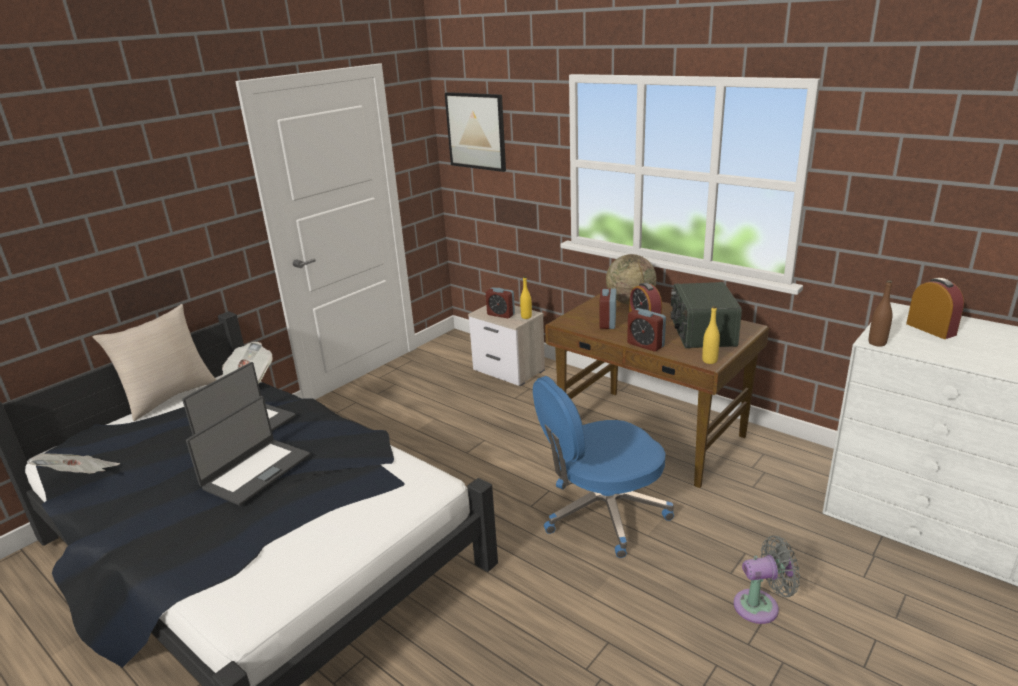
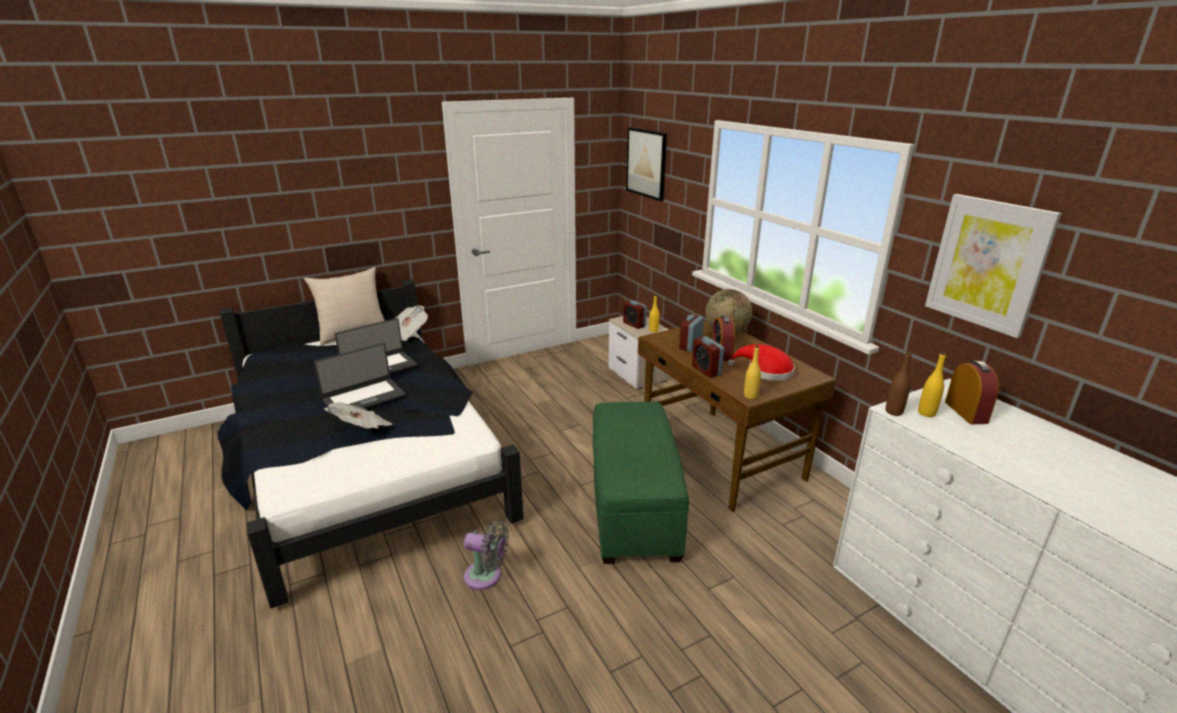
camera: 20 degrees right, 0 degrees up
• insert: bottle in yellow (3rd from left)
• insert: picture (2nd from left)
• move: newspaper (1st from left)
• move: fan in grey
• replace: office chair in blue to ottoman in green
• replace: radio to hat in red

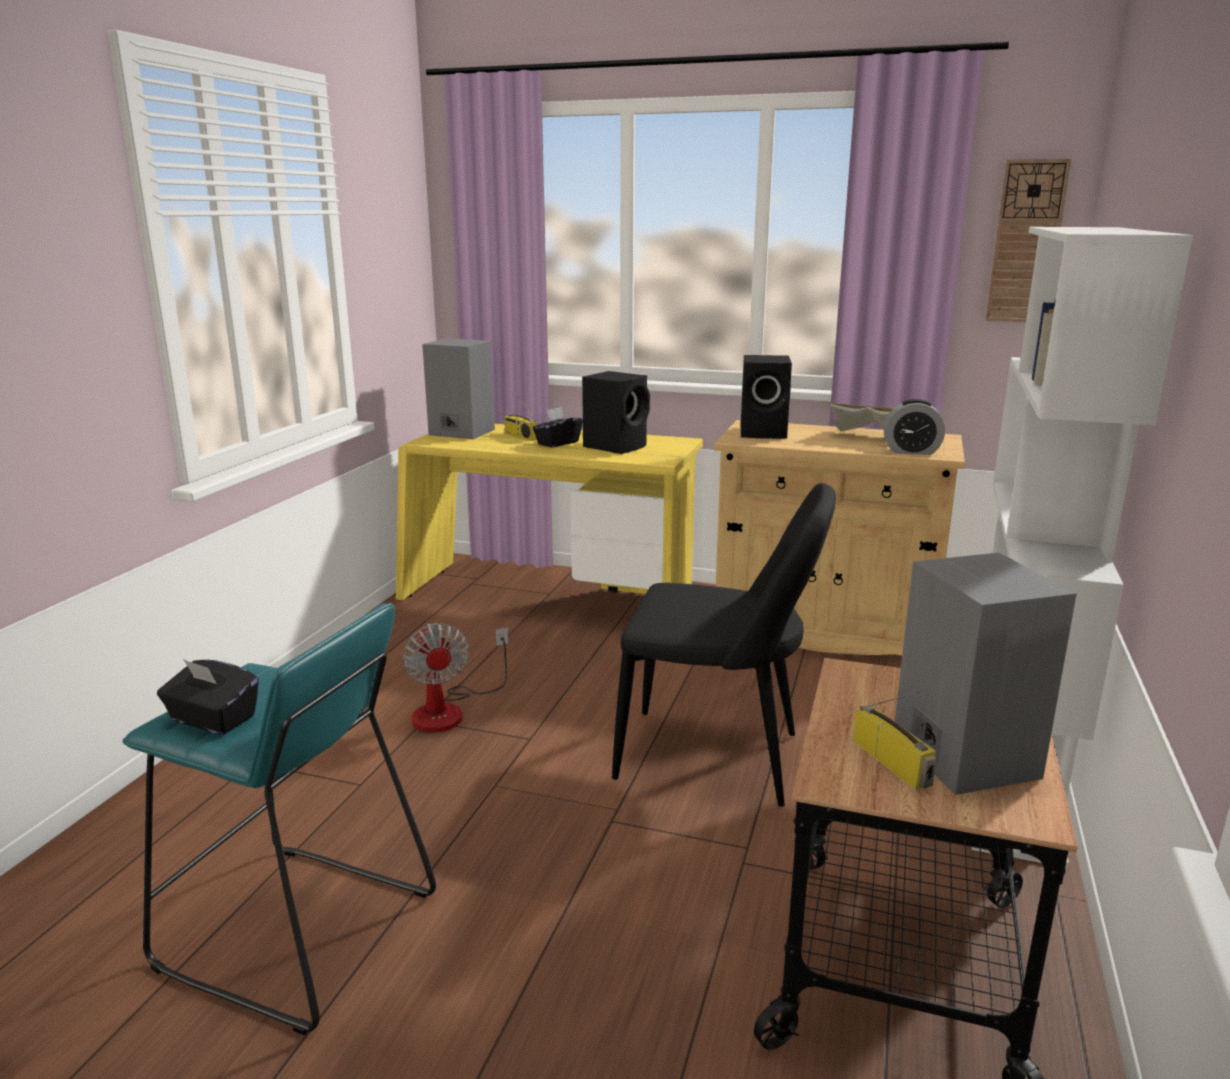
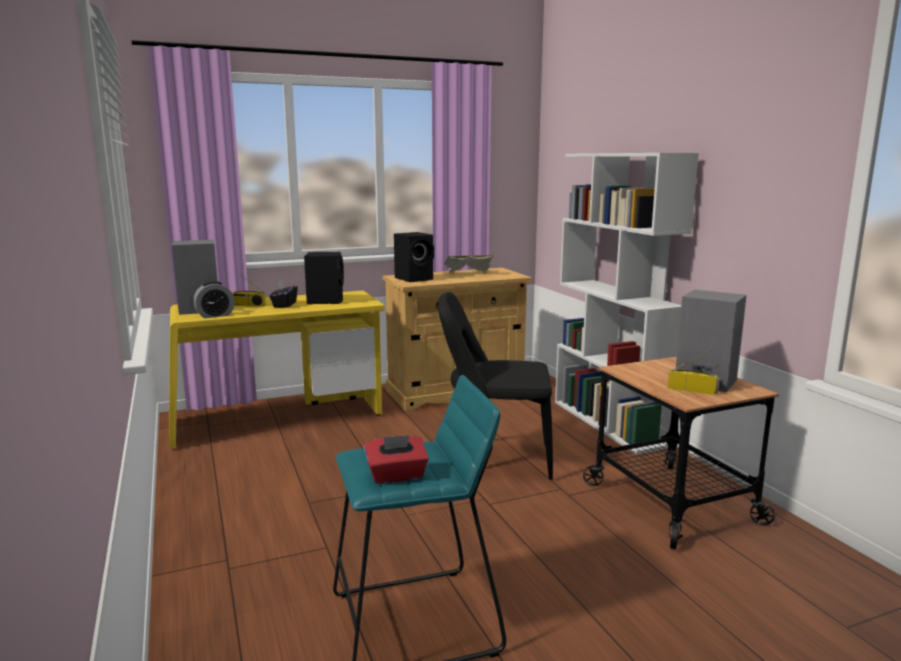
camera: 40 degrees left, 5 degrees down
• delete: fan
• delete: wall clock
• move: alarm clock
• recolor: tissue box in black (1st from left) to tissue box in red
• rotate: chair in black 150 degrees counterclockwise

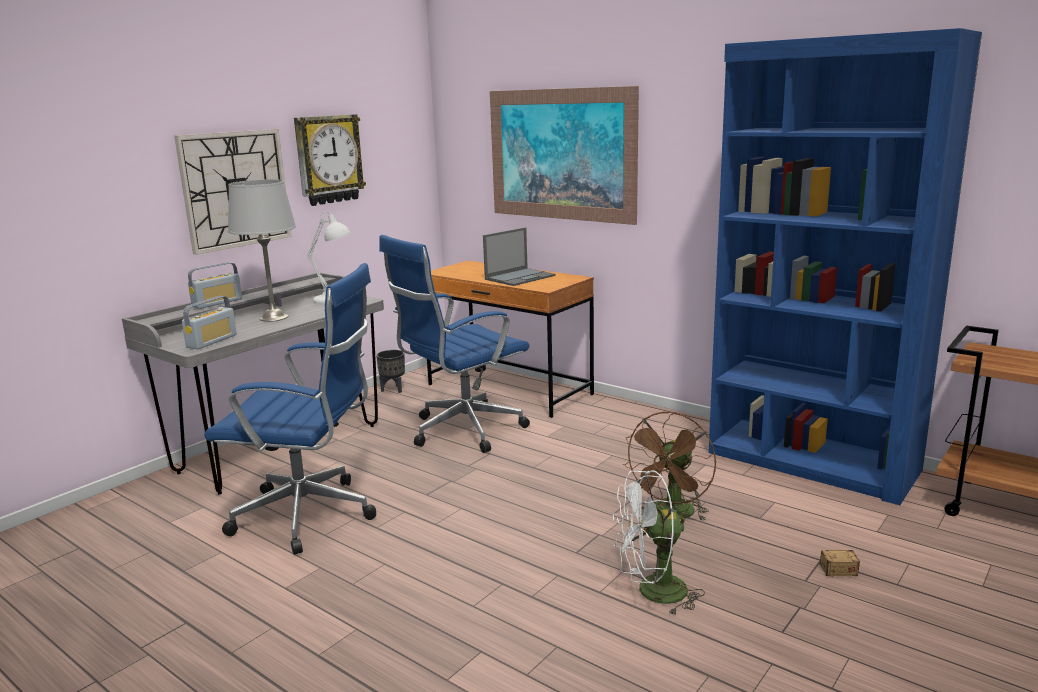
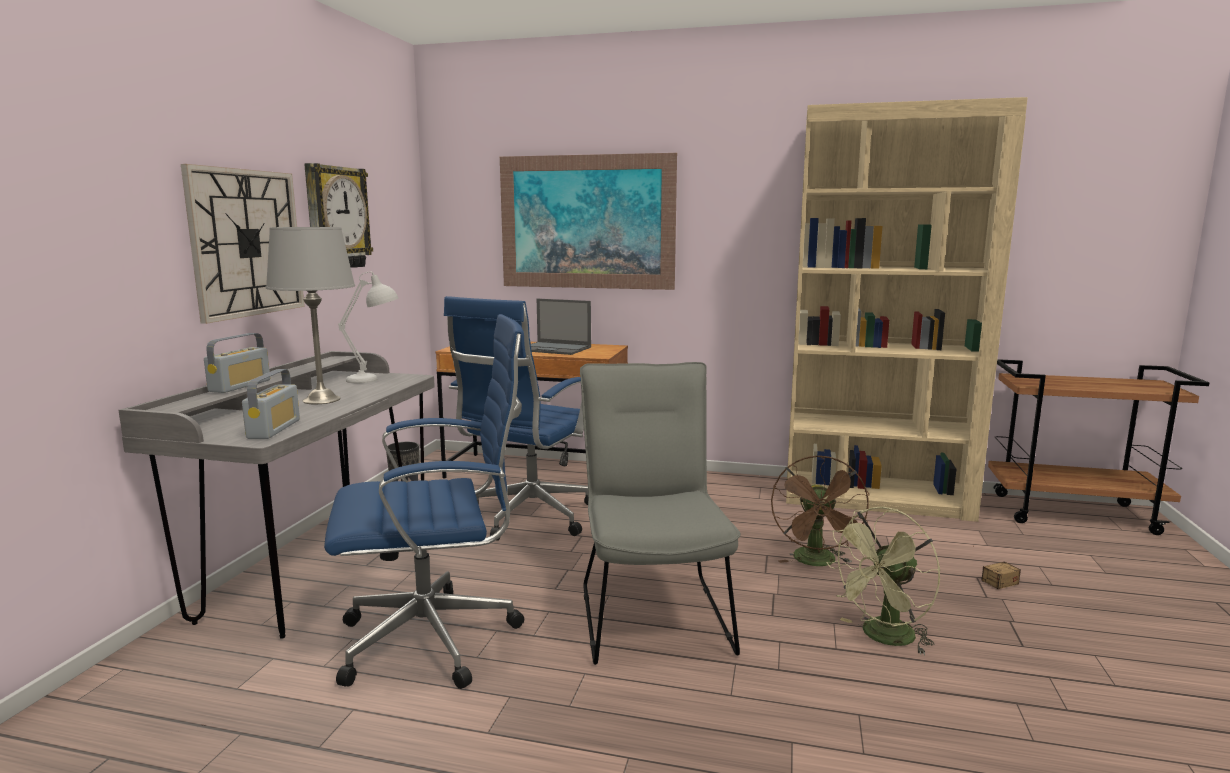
camera: 25 degrees left, 5 degrees down
• insert: chair in grey
• recolor: fan in white to fan in green
• recolor: bookcase in blue to bookcase in beige
• rotate: laptop 90 degrees clockwise

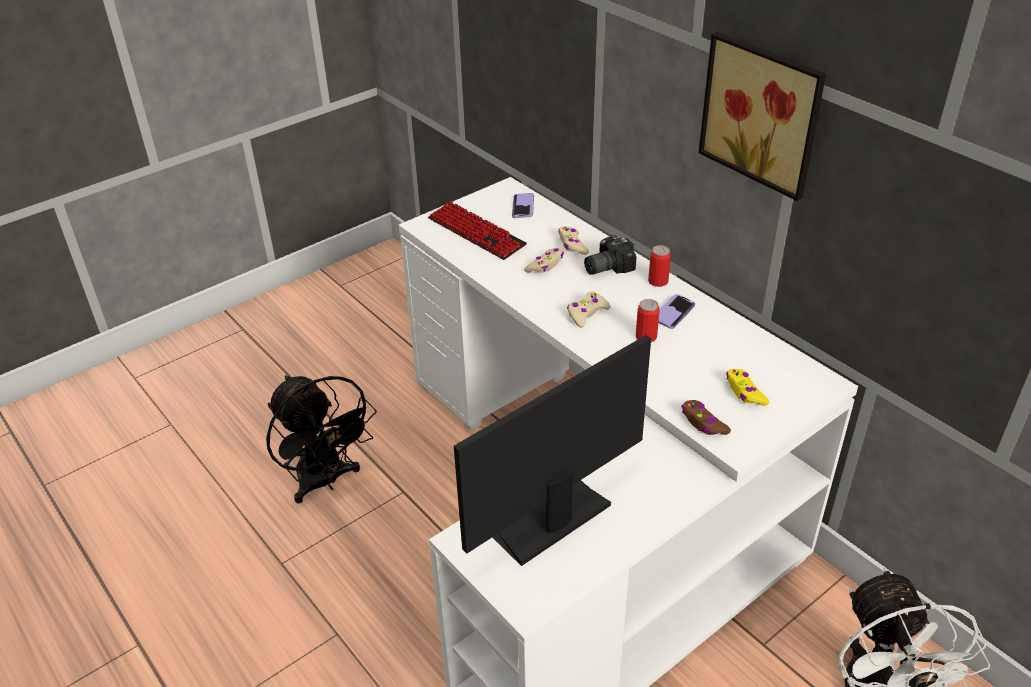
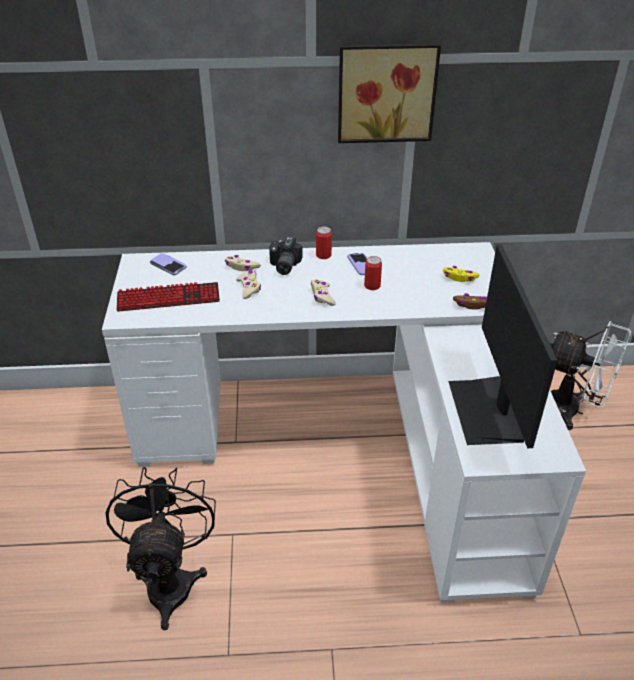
camera: 55 degrees left, 0 degrees up
• rotate: fan in black 90 degrees counterclockwise

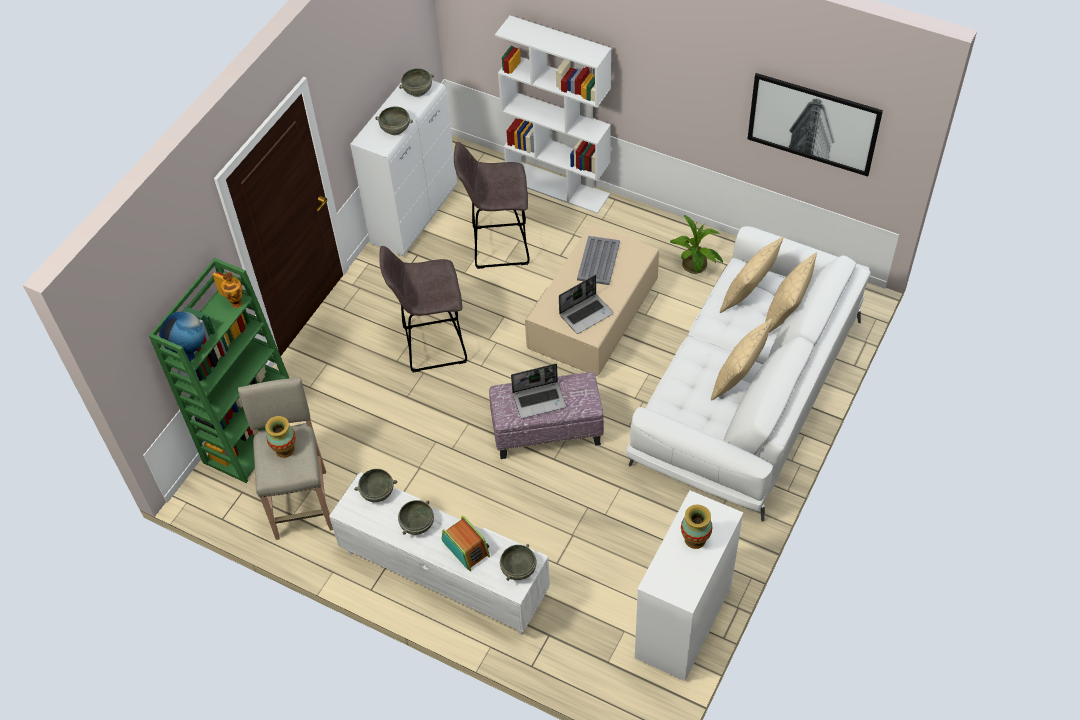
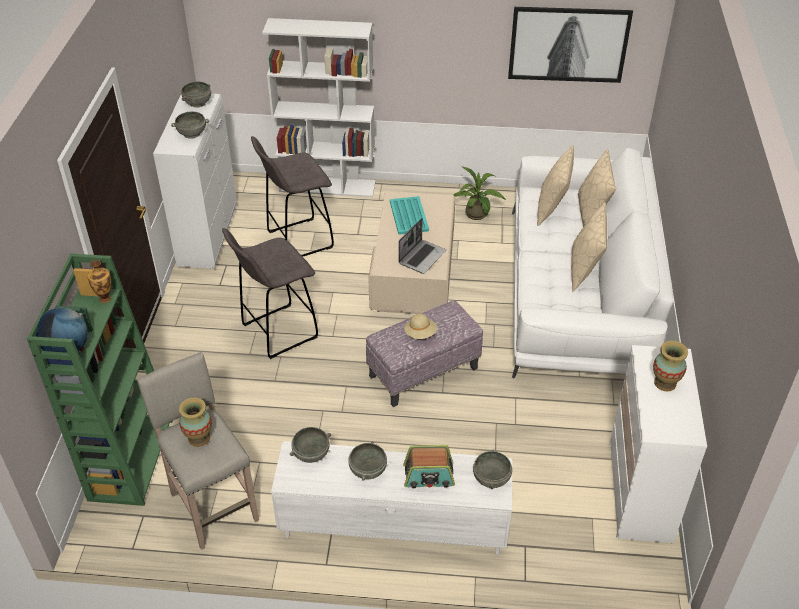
camera: 25 degrees left, 10 degrees down
• replace: laptop (1st from left) to hat in beige
• recolor: tray in grey to tray in turquoise
• rotate: radio 150 degrees clockwise

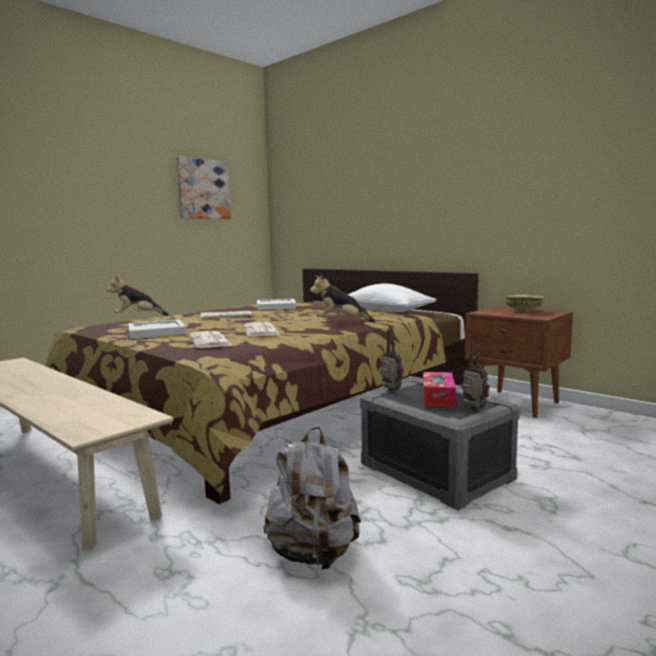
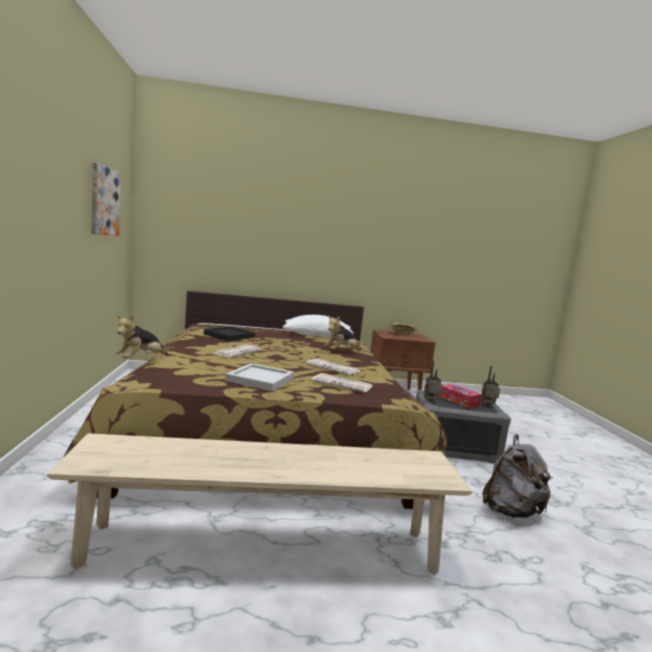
camera: 50 degrees left, 0 degrees up
• recolor: tray in white (2nd from left) to tray in black

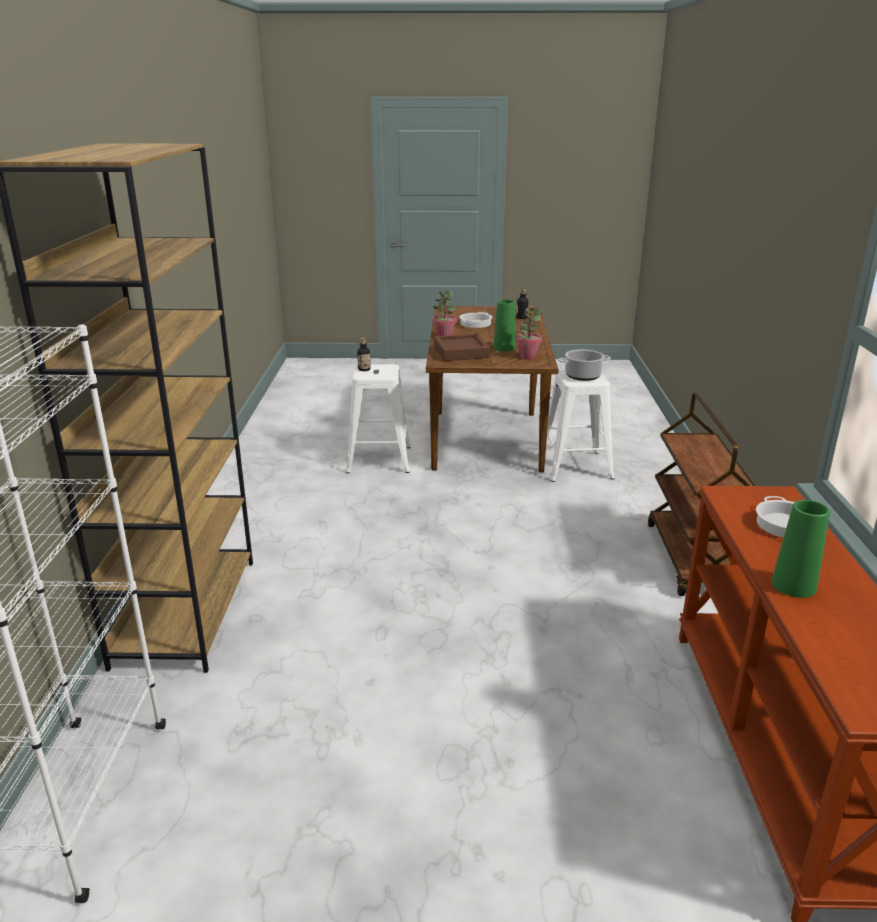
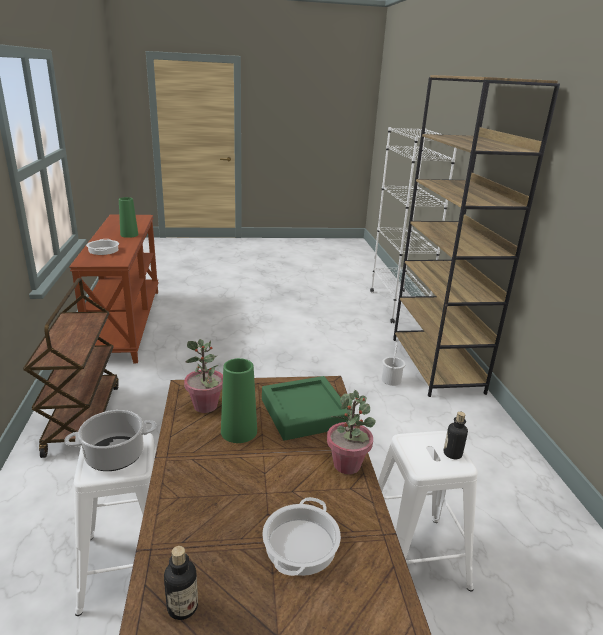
camera: 170 degrees right, 0 degrees up
• insert: bucket in white
• recolor: tray in brown to tray in green

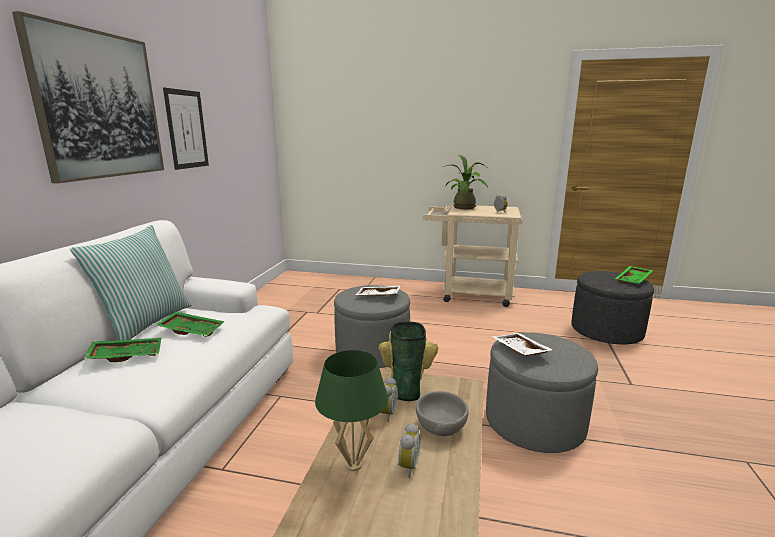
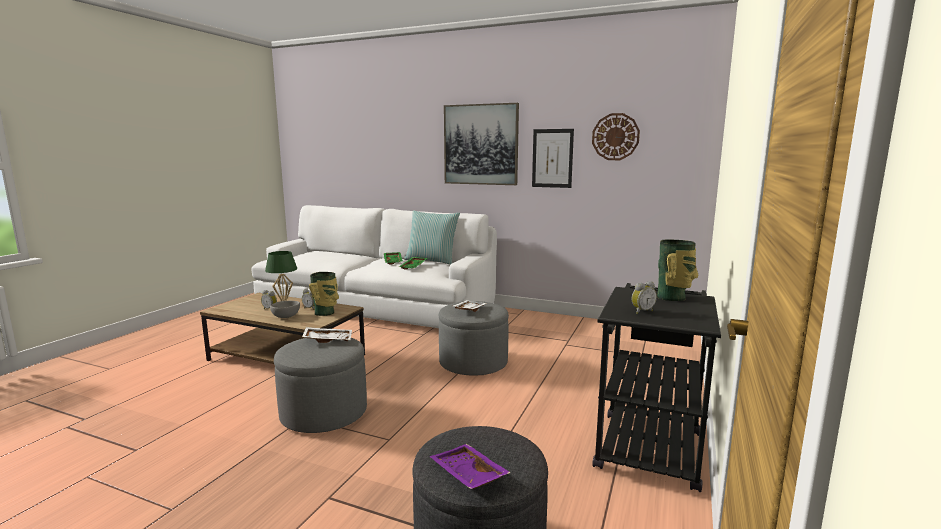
camera: 100 degrees right, 5 degrees down
• insert: wall clock
• replace: potted plant to vase (2nd from left)
• recolor: cart in beige to cart in black
• recolor: tray in green (3rd from left) to tray in purple

